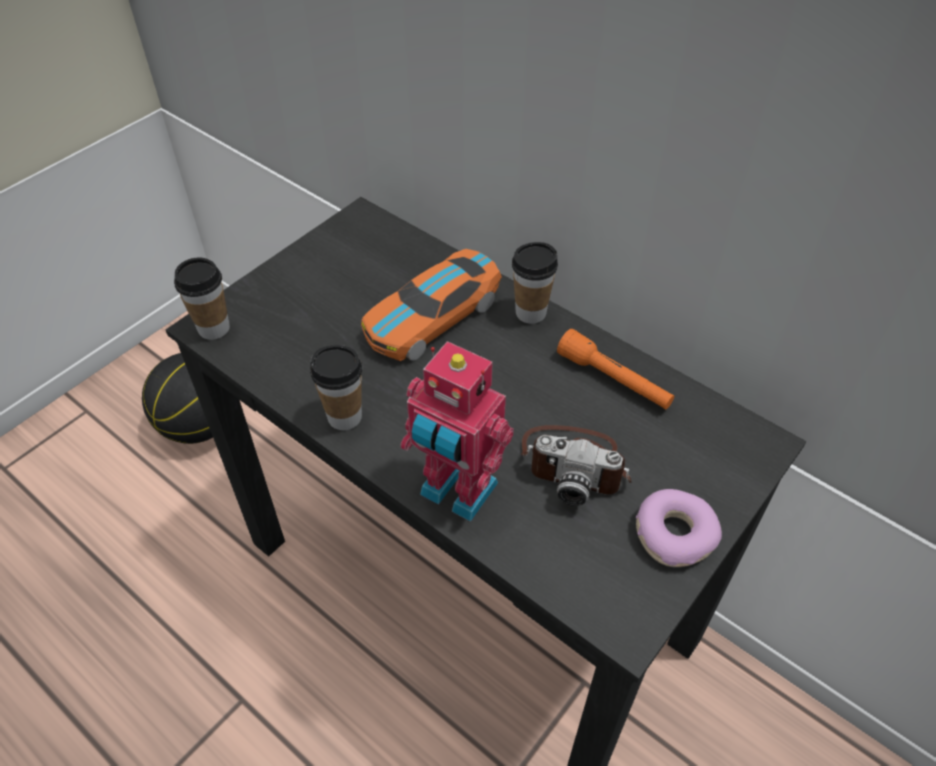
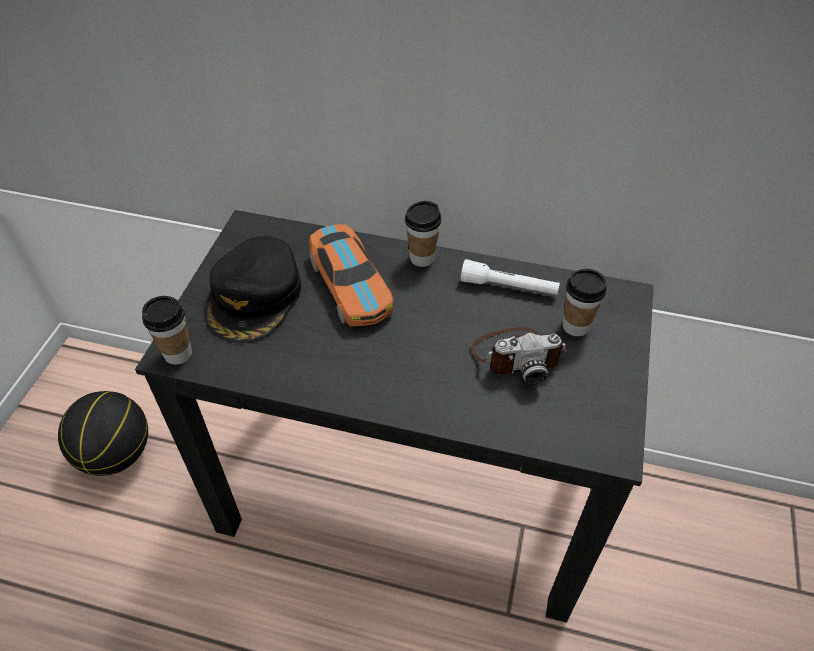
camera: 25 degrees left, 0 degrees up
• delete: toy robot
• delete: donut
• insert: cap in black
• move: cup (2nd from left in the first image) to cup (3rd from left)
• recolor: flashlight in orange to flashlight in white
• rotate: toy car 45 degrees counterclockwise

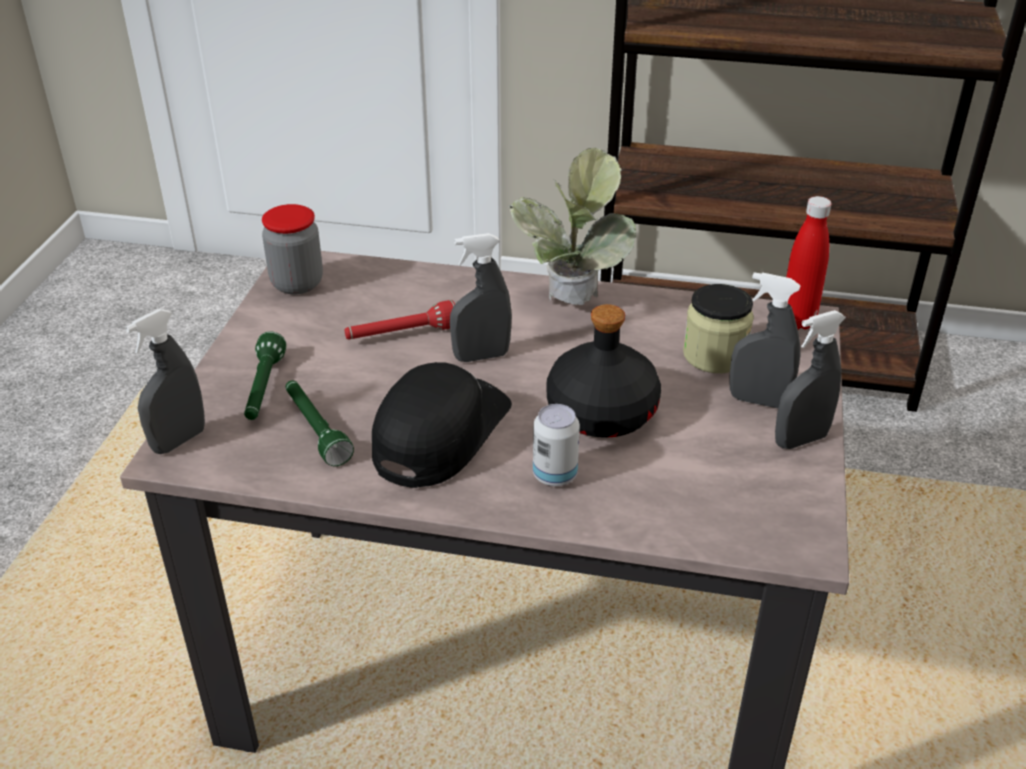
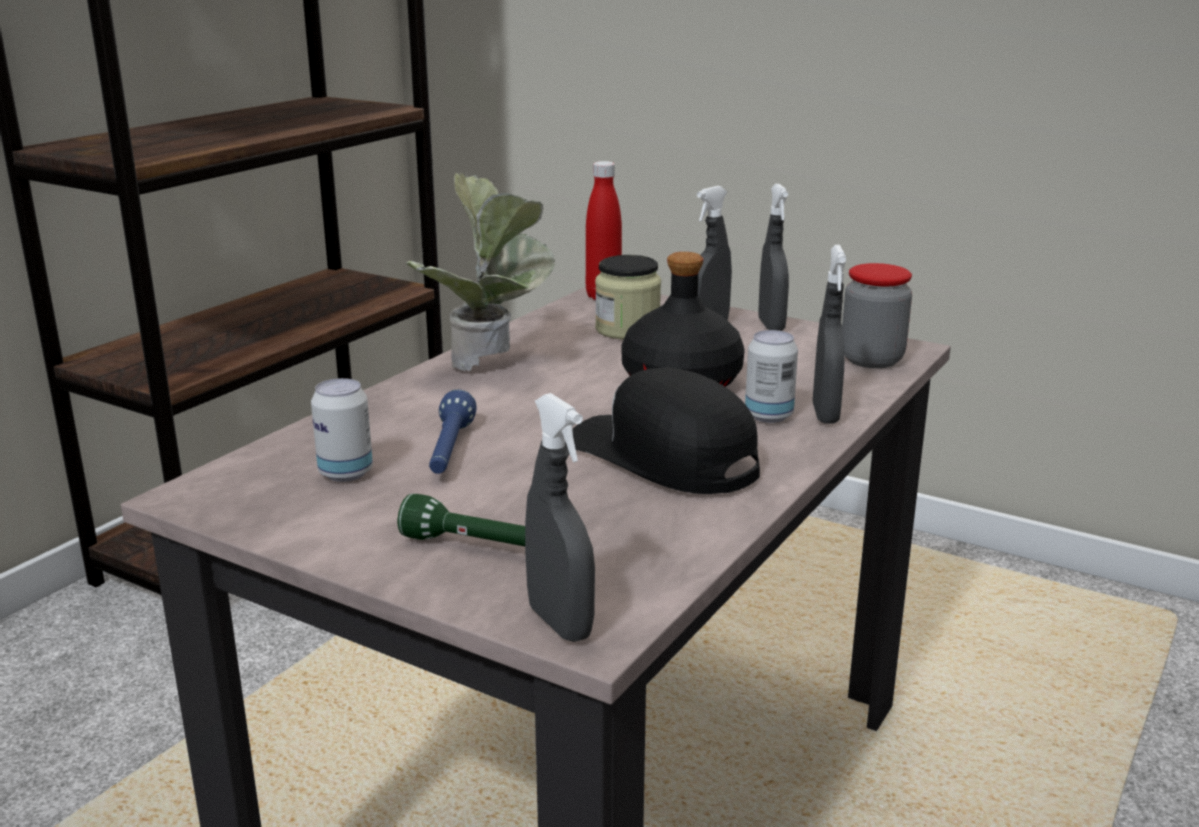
camera: 70 degrees left, 15 degrees down
• delete: flashlight in green (2nd from left)
• insert: can (1st from left)
• move: jar (1st from left in the first image) to jar (2nd from left)
• move: spray bottle in grey (2nd from left in the first image) to spray bottle in grey (4th from left)
• recolor: flashlight in red to flashlight in blue

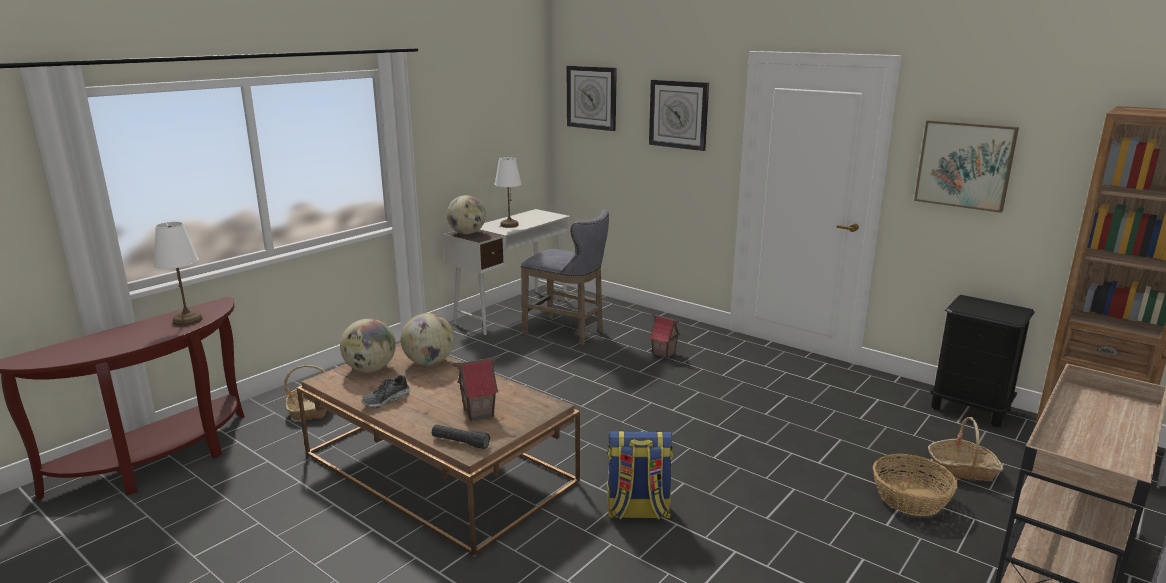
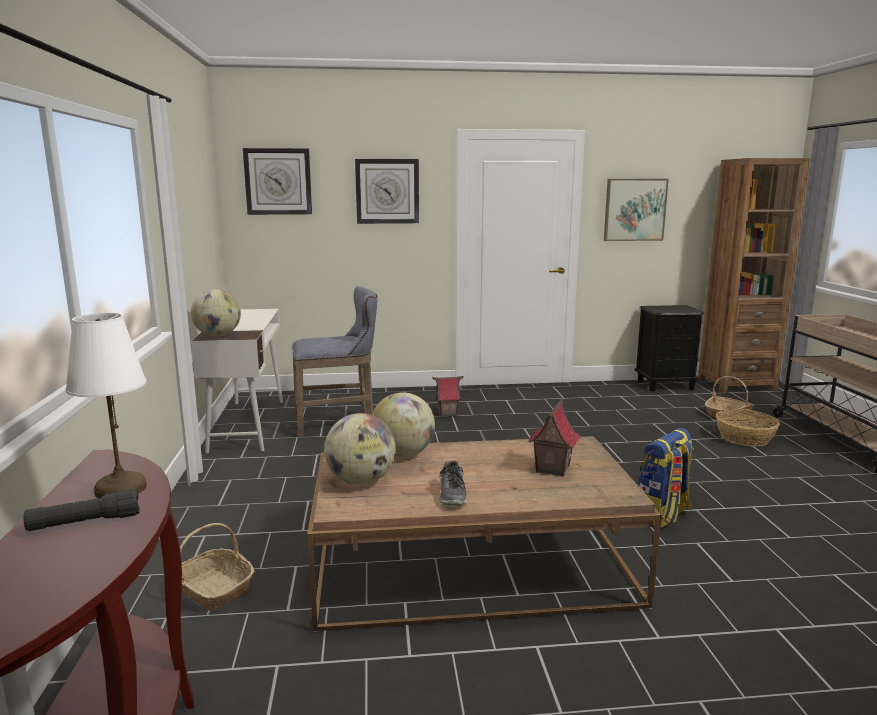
camera: 45 degrees left, 5 degrees down
• delete: table lamp in white (2nd from left)
• move: flashlight in black

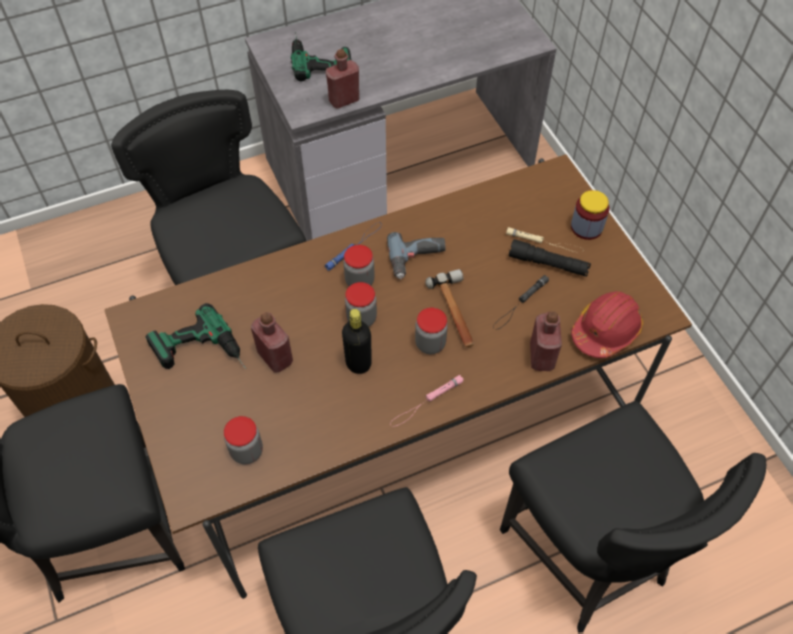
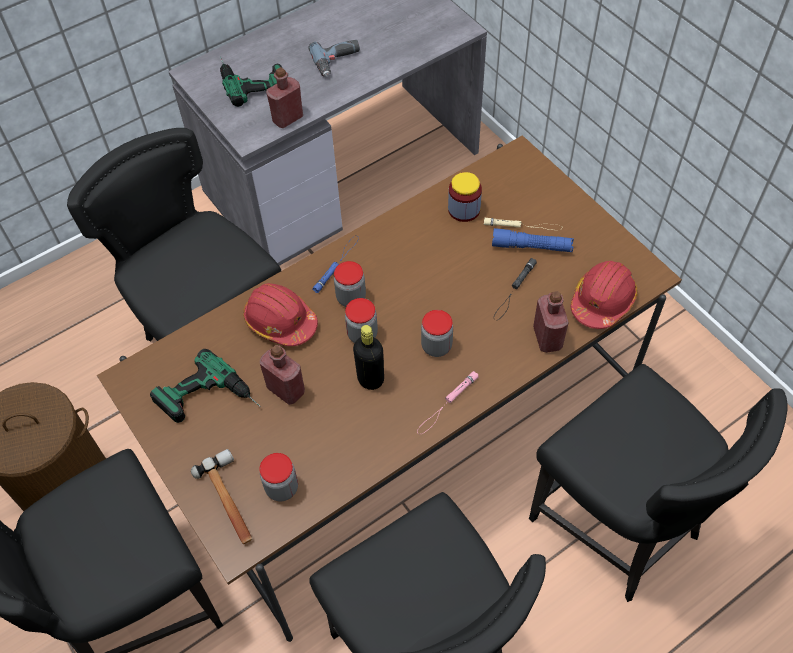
camera: 10 degrees left, 0 degrees up
• insert: hard hat in red (1st from left)
• move: power drill (3rd from left)
• move: hammer
• move: jar (5th from left)
• recolor: flashlight in black (2nd from left) to flashlight in blue (2nd from left)

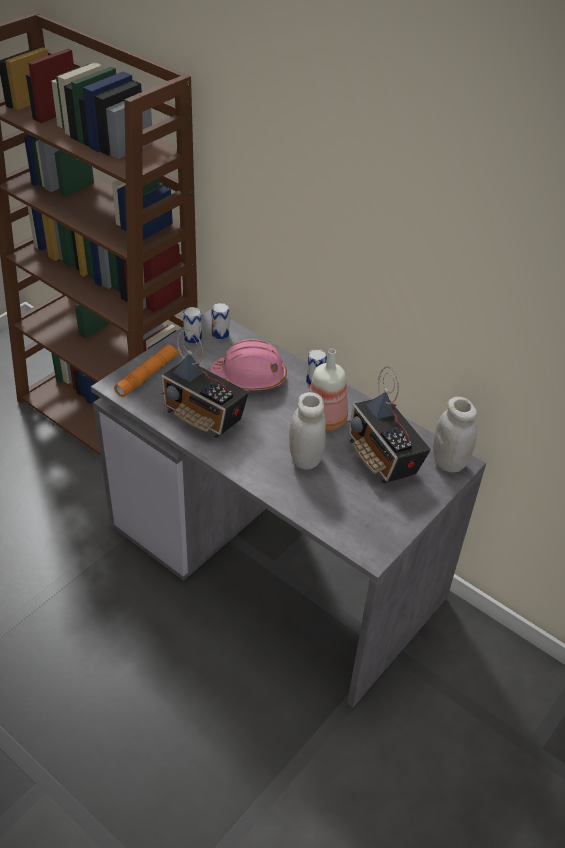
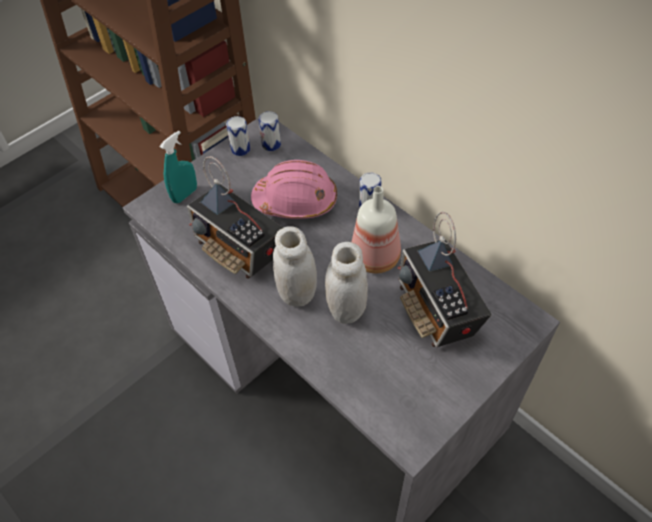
camera: 10 degrees right, 10 degrees up
• move: jar in white (2nd from left in the first image) to jar in white (1st from left)
• replace: flashlight in orange to spray bottle in turquoise

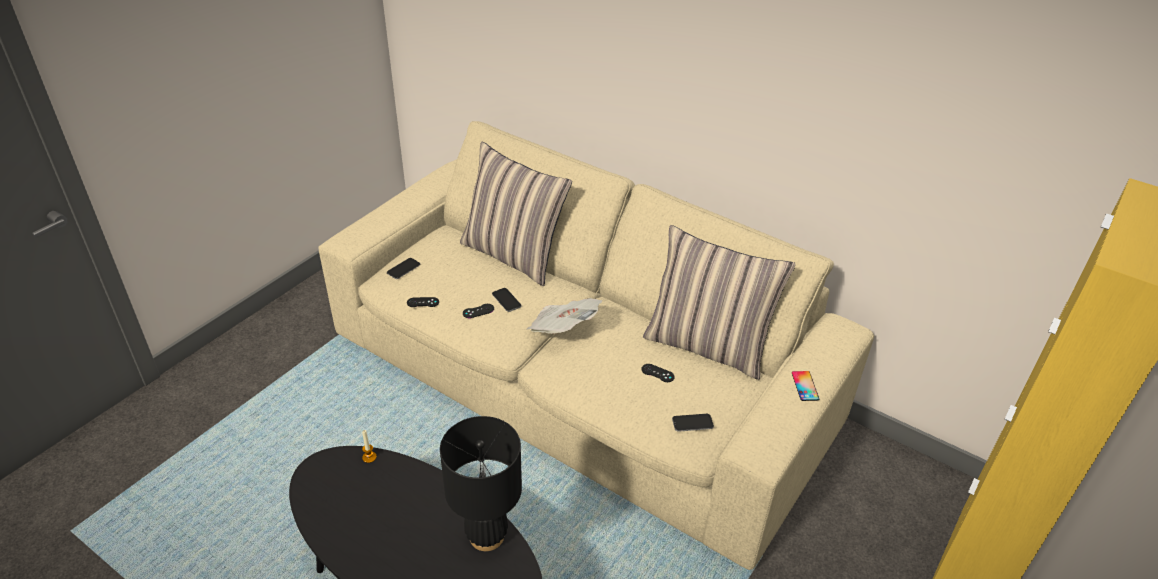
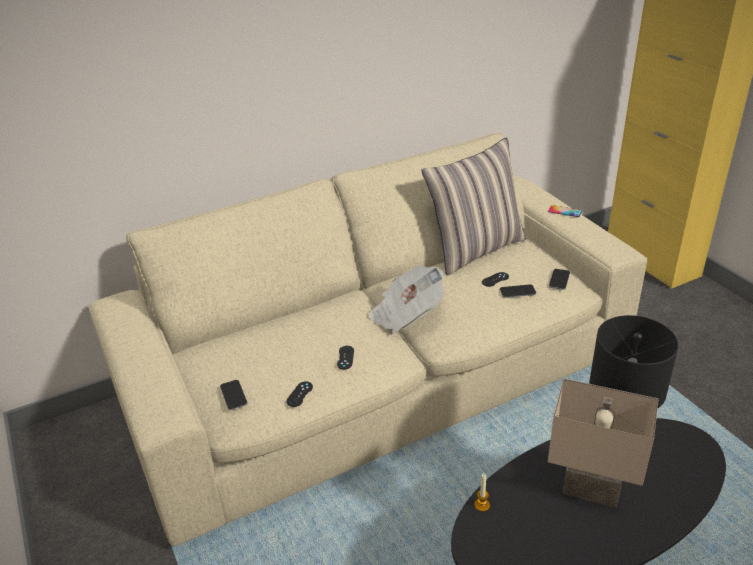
camera: 60 degrees left, 5 degrees down
• delete: pillow (1st from left)
• insert: table lamp in beige
• move: phone (2nd from left)

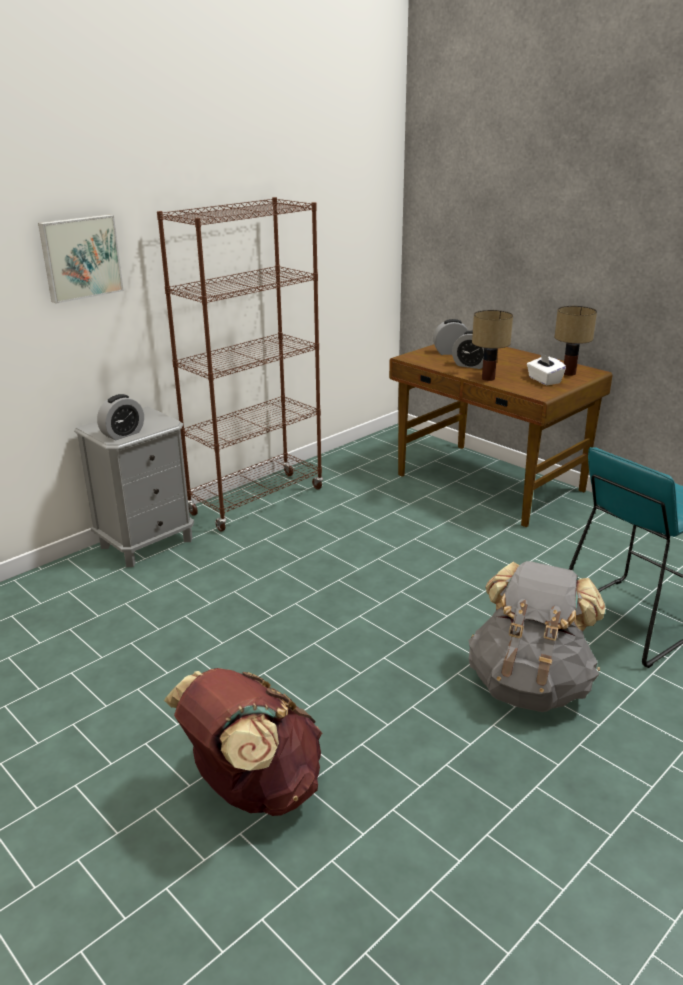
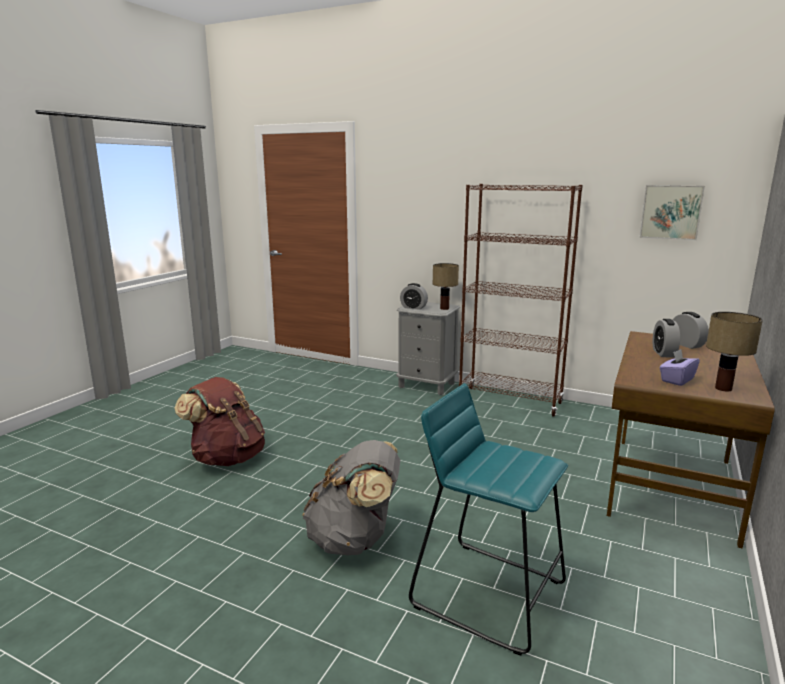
camera: 70 degrees right, 10 degrees down
• move: picture
• move: table lamp (1st from left)
• recolor: tissue box in white to tissue box in purple

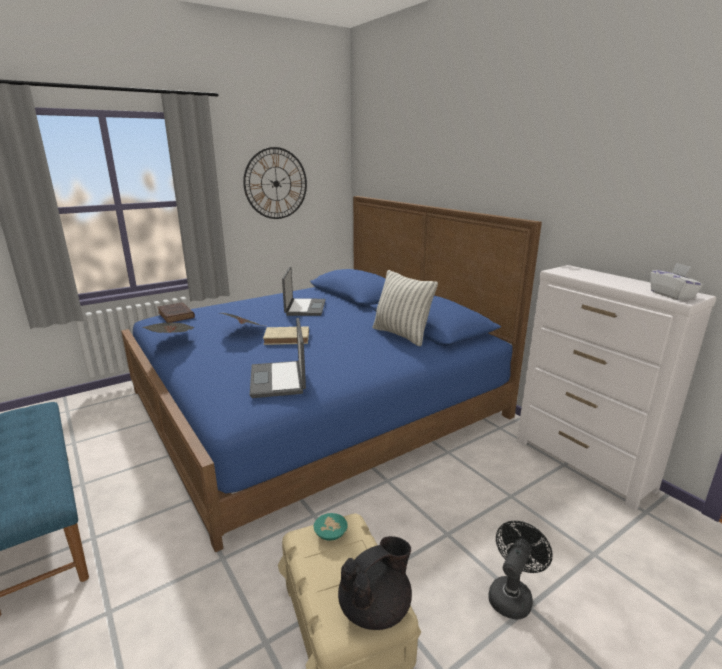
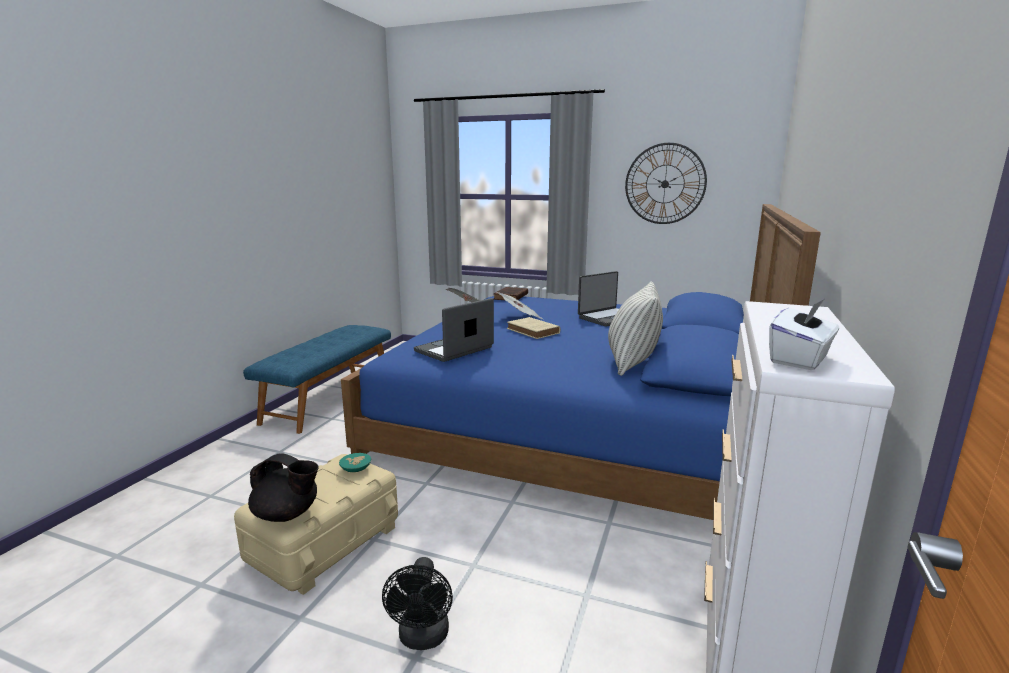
camera: 55 degrees right, 5 degrees down
• rotate: fan in black 90 degrees clockwise

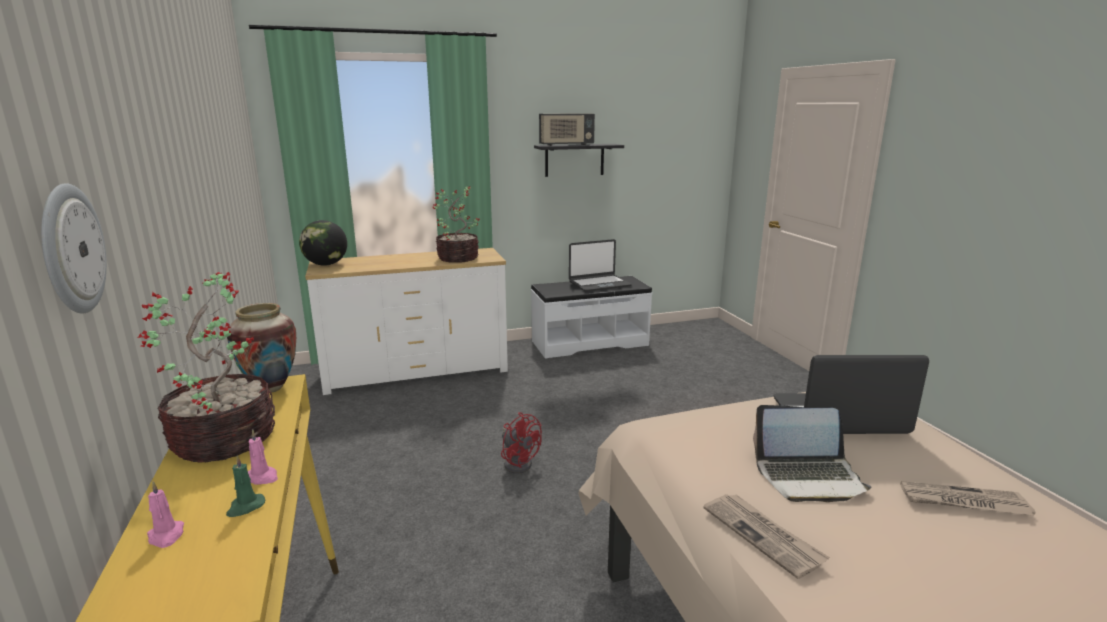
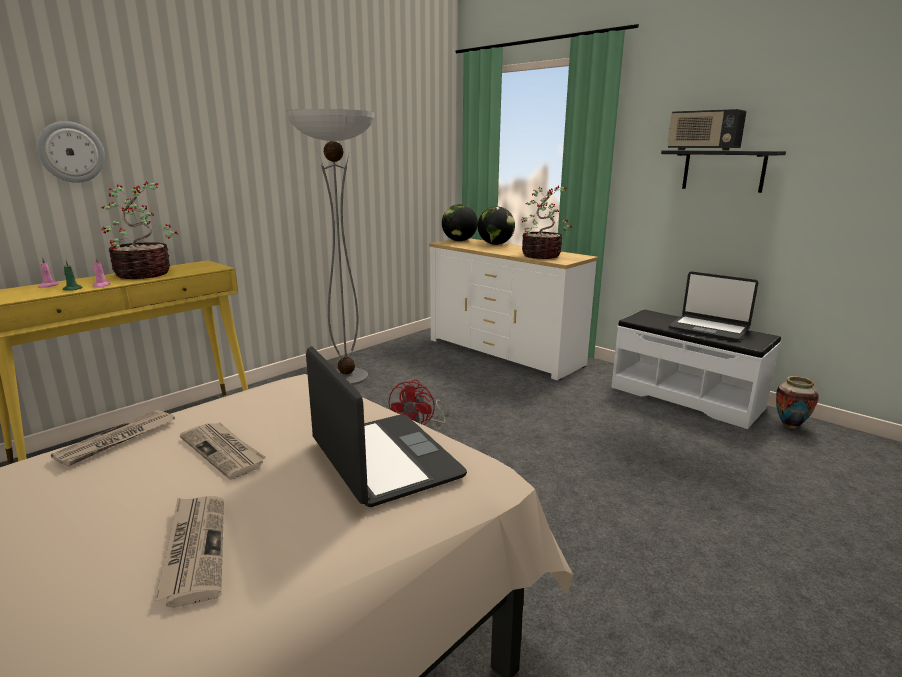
camera: 60 degrees right, 0 degrees up
• insert: floor lamp
• insert: globe (2nd from left)
• move: vase
• replace: laptop (2nd from left) to newspaper (3rd from left)

